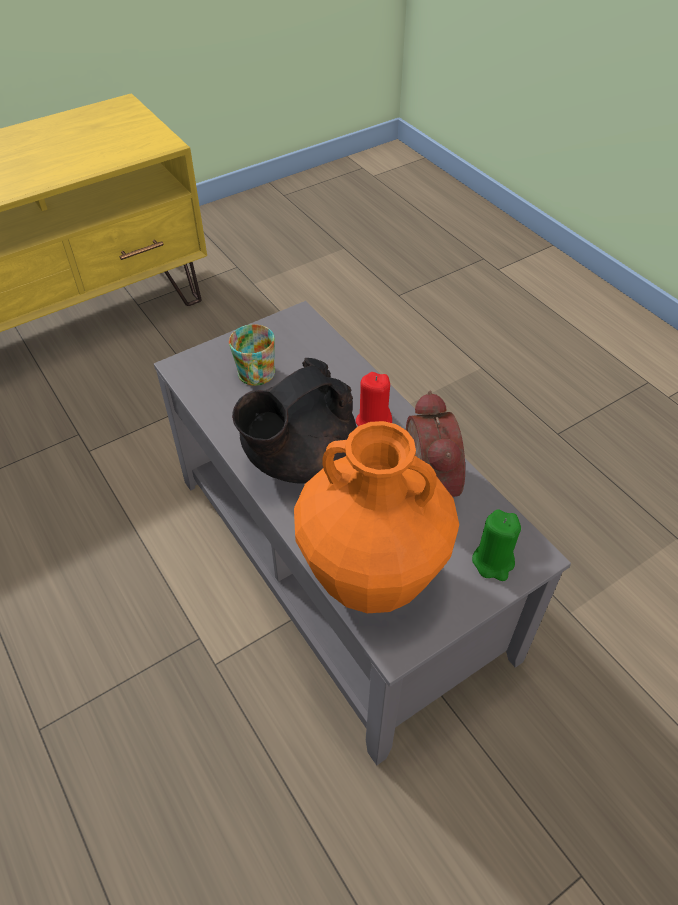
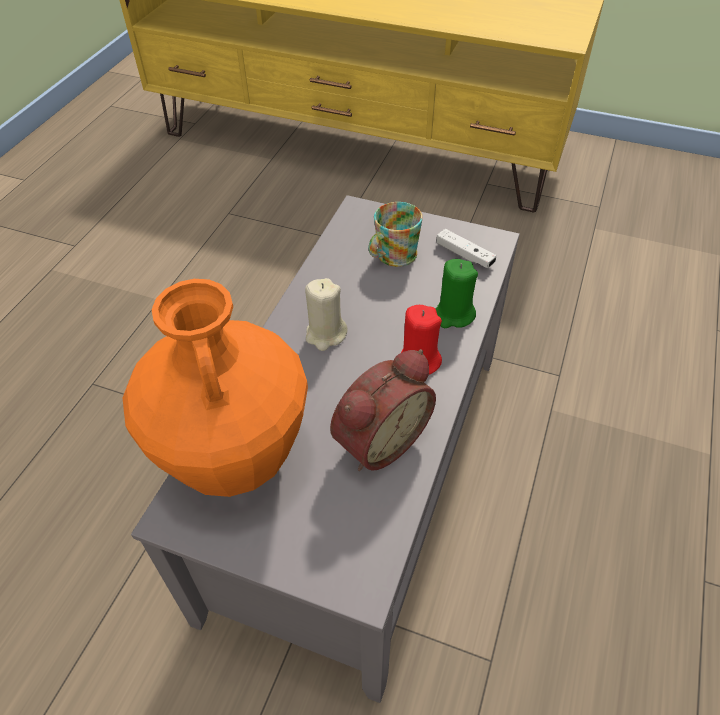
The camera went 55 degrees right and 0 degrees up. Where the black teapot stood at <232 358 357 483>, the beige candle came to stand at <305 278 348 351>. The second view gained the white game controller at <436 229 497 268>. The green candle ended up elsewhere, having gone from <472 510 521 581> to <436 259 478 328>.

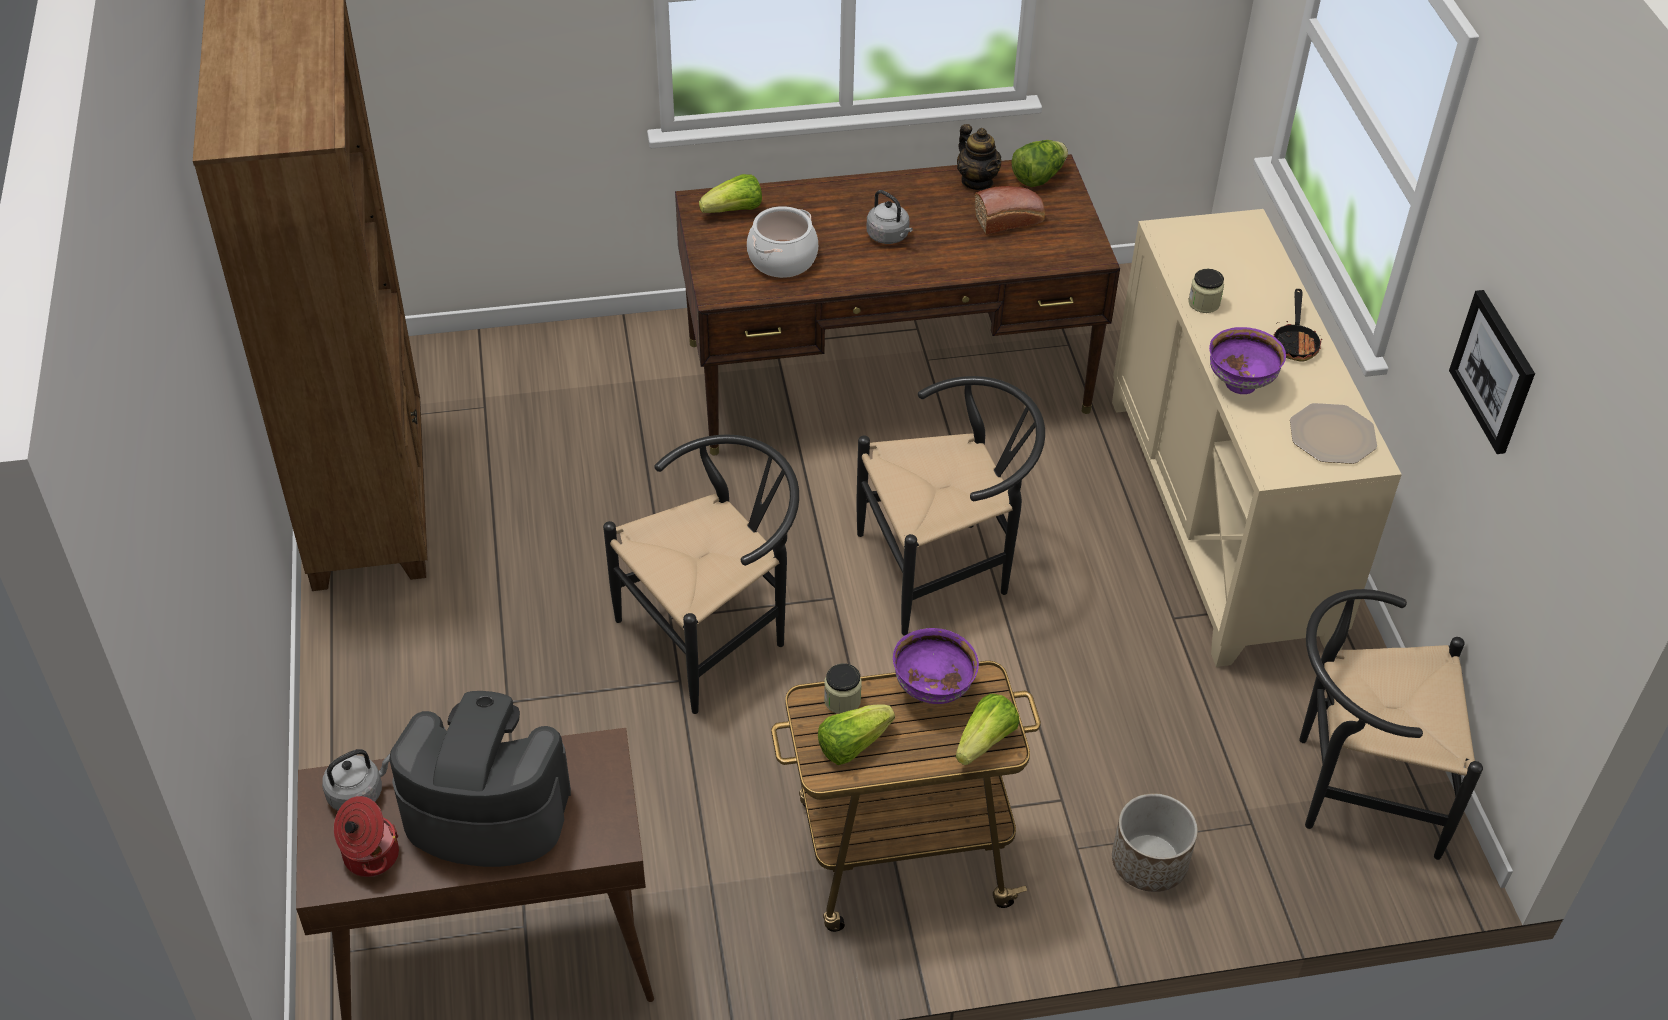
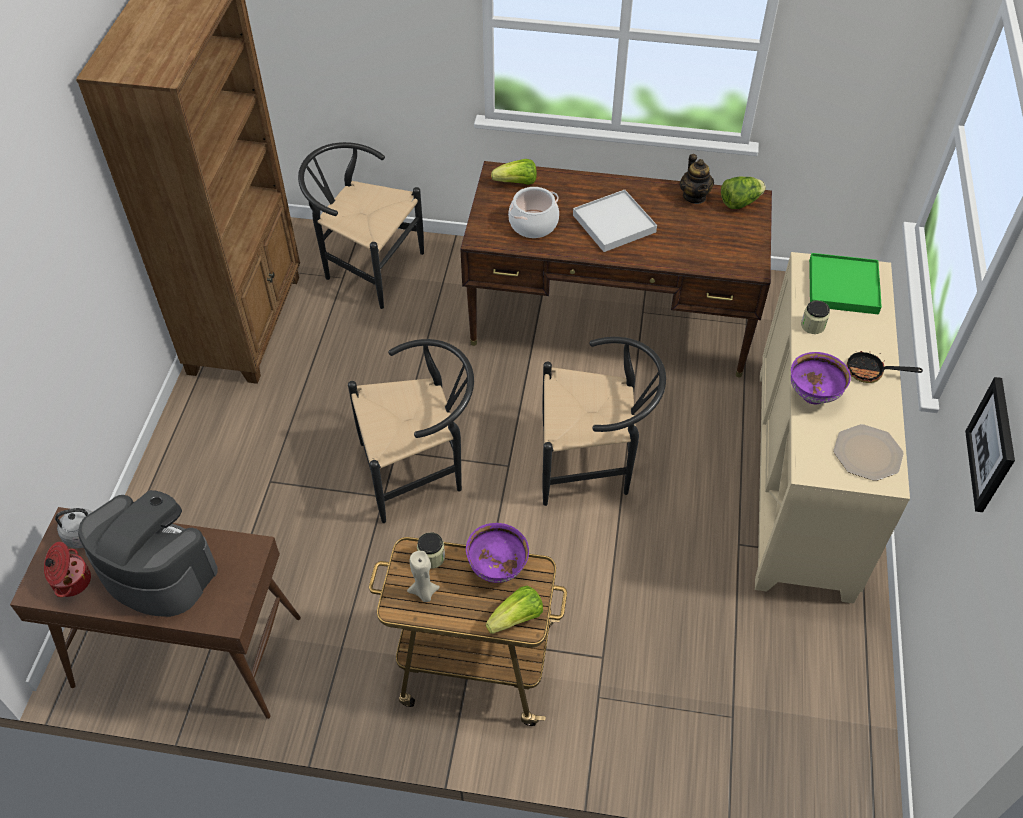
The camera went 20 degrees right and 5 degrees up. The black chair ended up elsewhere, having gone from <1299 589 1483 860> to <298 142 424 309>. Where the lettuce stood at <818 704 895 765>, the beige candle came to stand at <407 551 440 602>. Where the grey kettle stood at <866 190 913 244>, the white tray came to stand at <573 190 657 252>. The second view gained the green tray at <809 253 882 315>. The frying pan at <1273 289 1322 362> ended up facing another way, 75 degrees clockwise from before. The second view lost the bread at <975 186 1045 235>. The second view lost the planter at <1112 793 1198 892>.

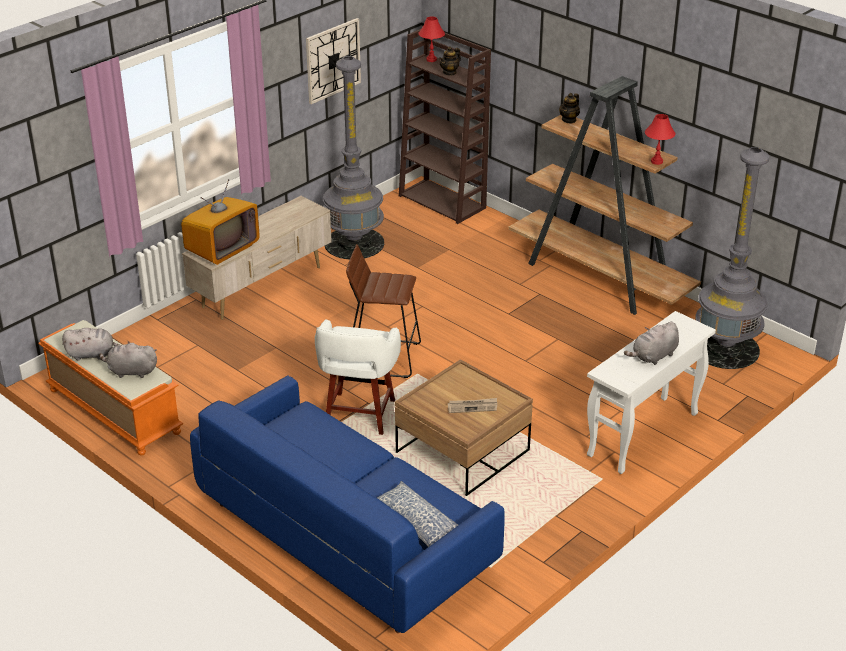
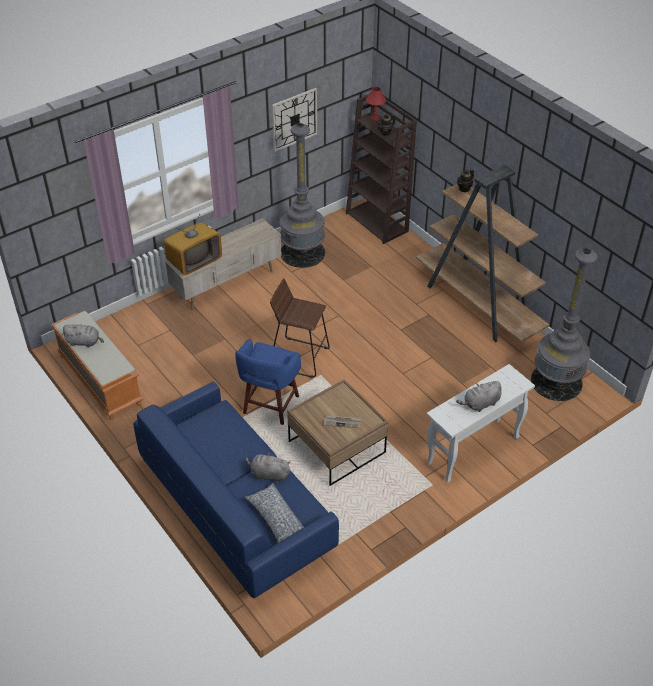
The camera went 10 degrees right and 10 degrees up. What was the white stool at <315 319 401 435> turned into the blue stool at <235 339 301 425>. The grey plush toy ended up elsewhere, having gone from <99 341 157 378> to <245 452 290 483>. The second view lost the red table lamp at <645 114 675 165>.

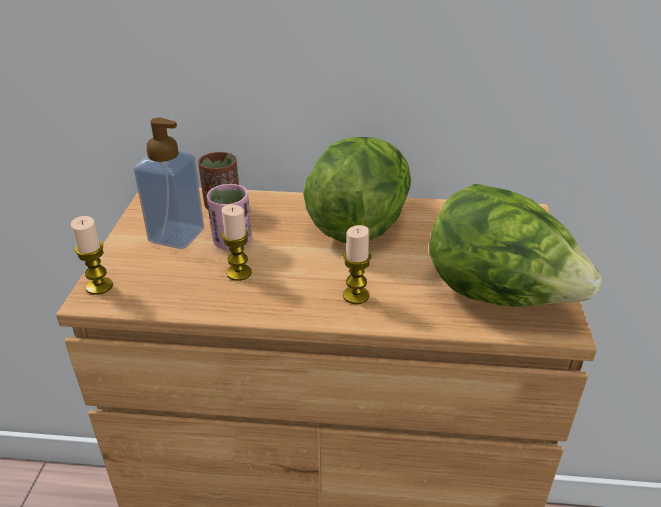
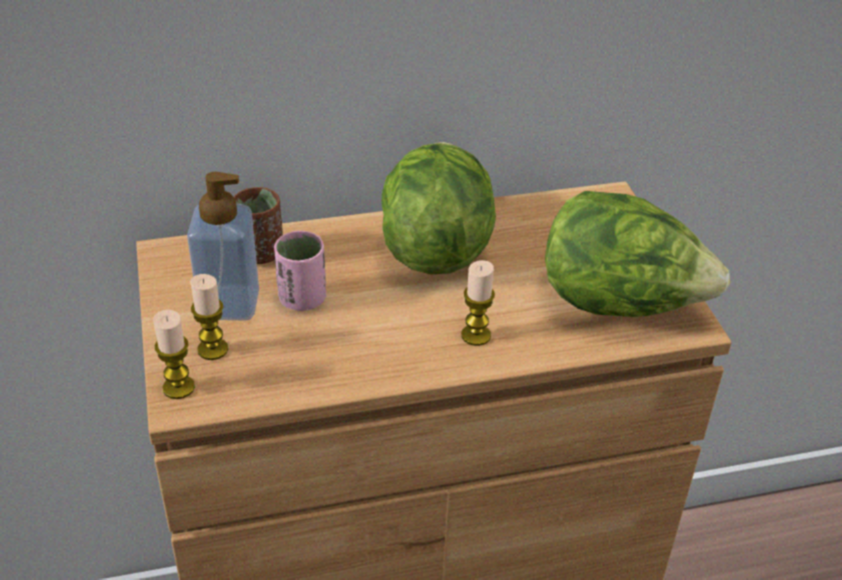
The camera went 20 degrees left and 5 degrees up. The candle ended up elsewhere, having gone from <222 204 252 281> to <190 274 228 360>.

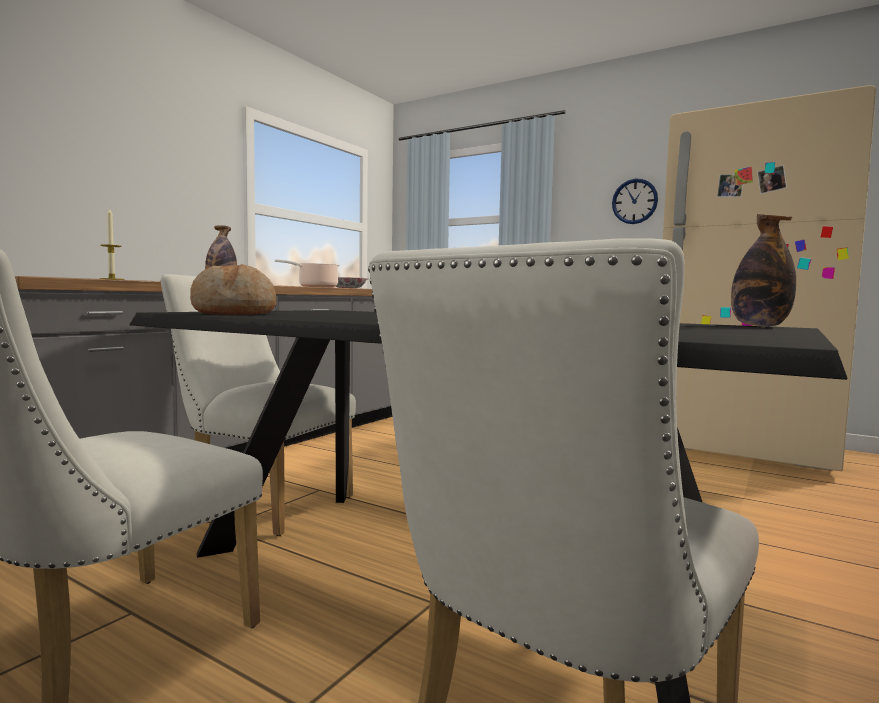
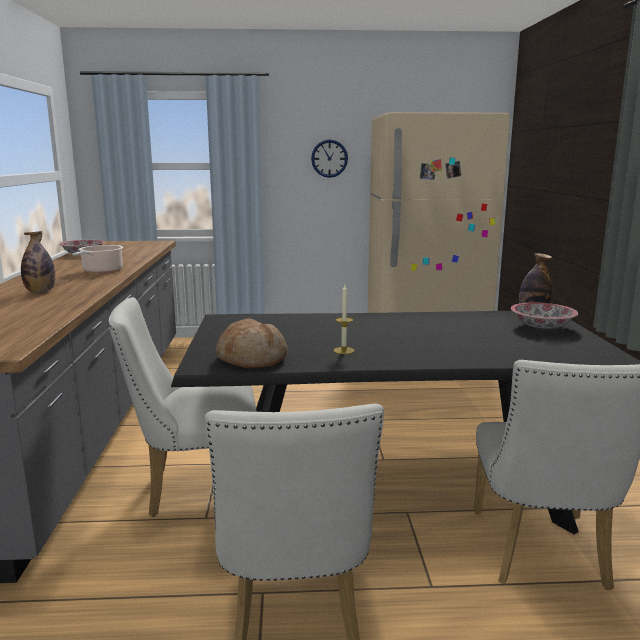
The camera went 35 degrees left and 10 degrees up. The candle ended up elsewhere, having gone from <99 207 125 280> to <333 285 355 354>. The second view gained the bowl at <511 302 578 329>.

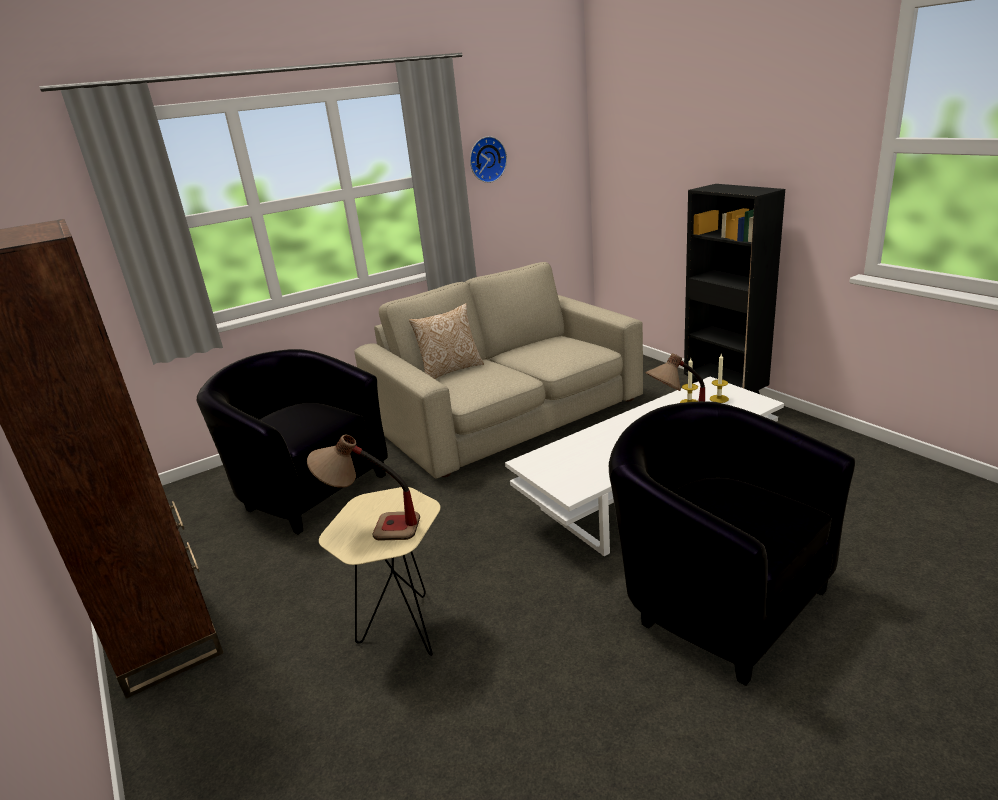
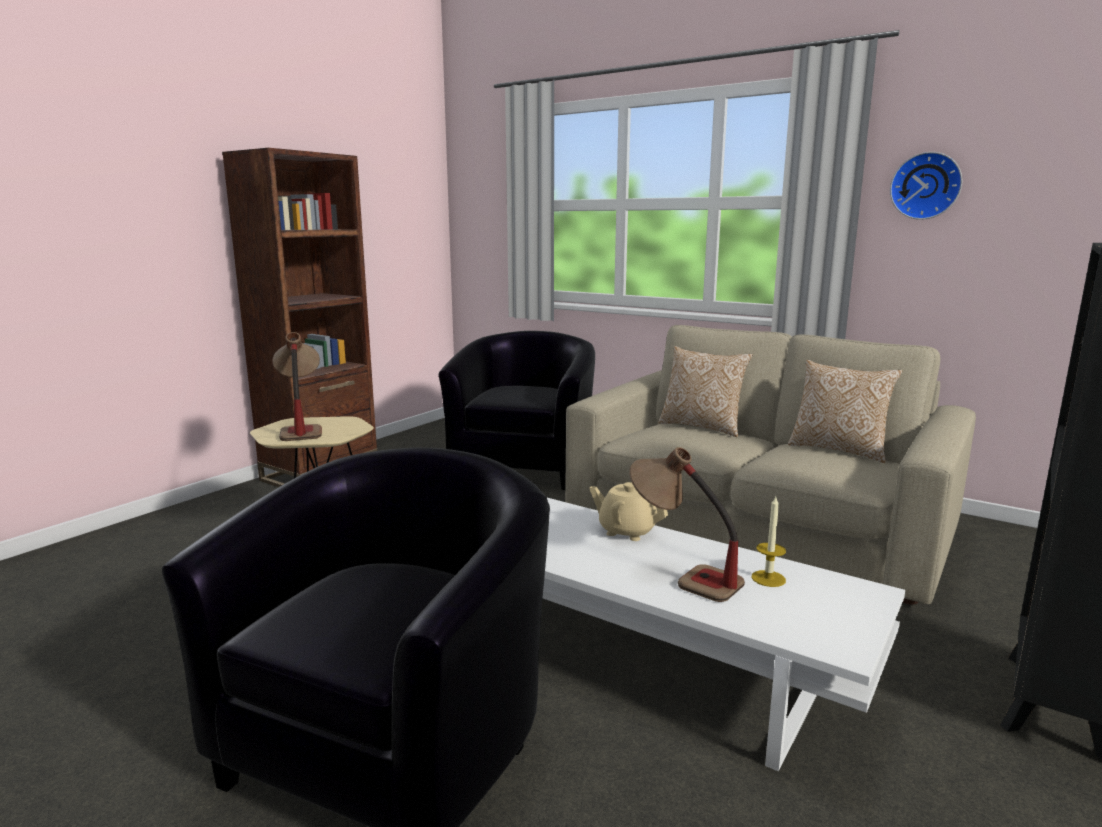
The camera went 65 degrees right and 10 degrees down. The second view gained the beige teapot at <589 482 668 541>. The second view gained the pillow at <788 360 902 463>. The second view lost the candle at <710 354 729 403>.

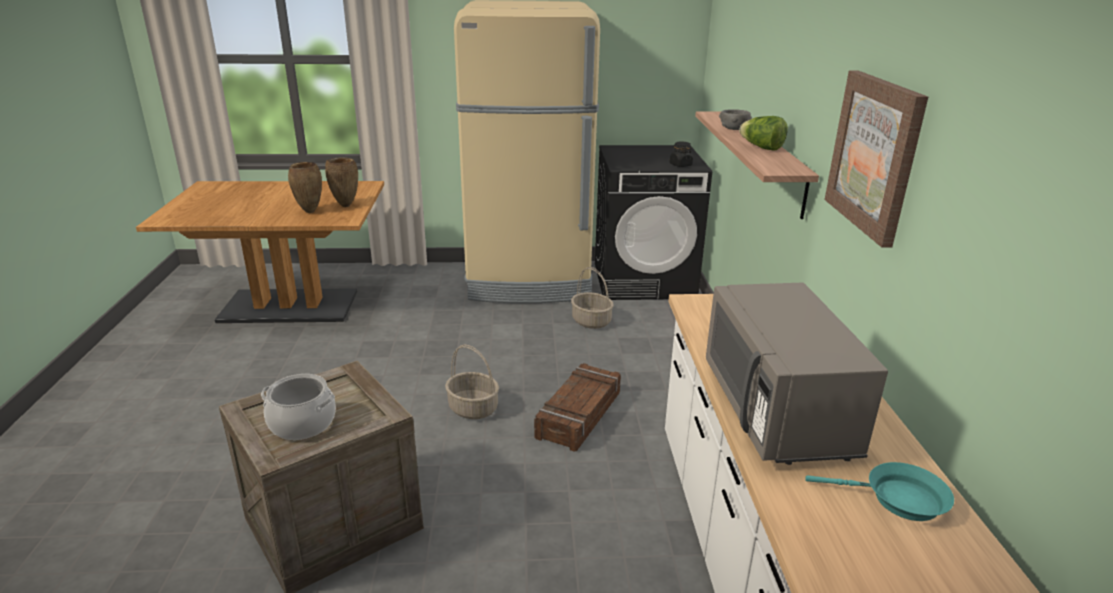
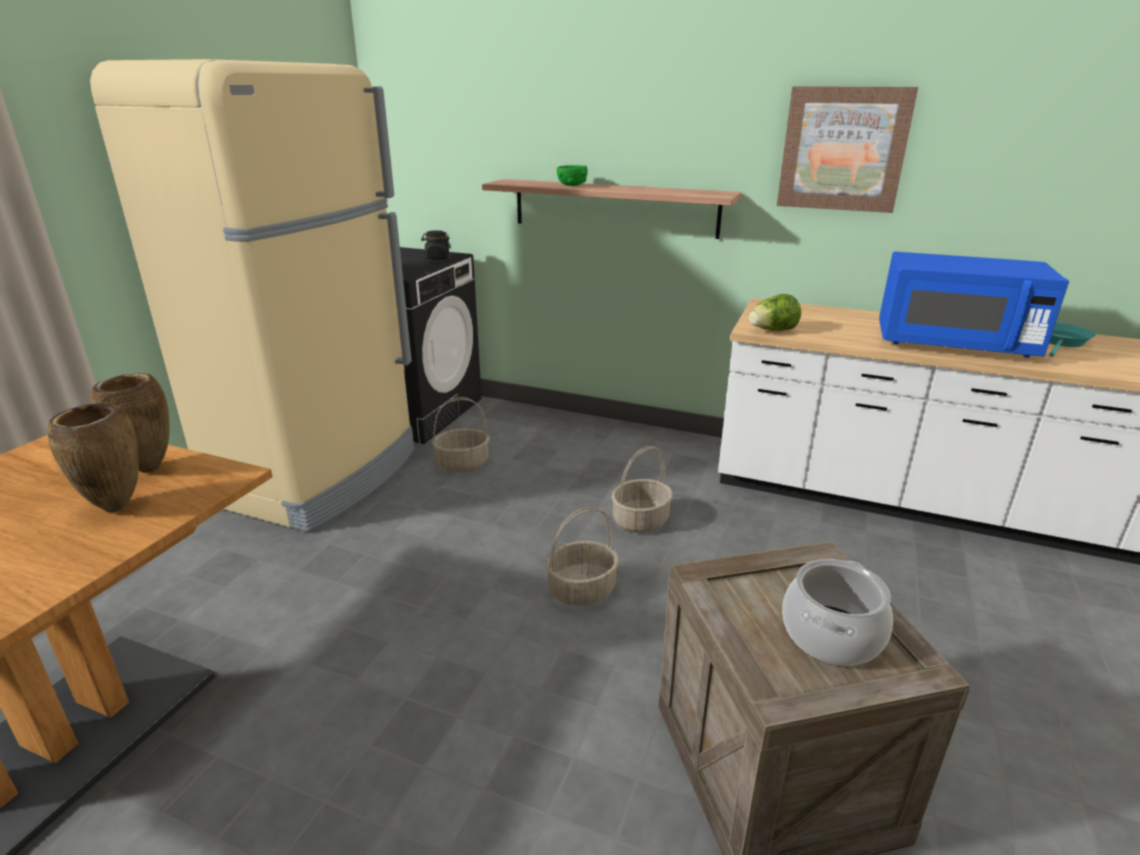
The camera went 65 degrees left and 0 degrees up. What was the grey bowl at <719 109 752 130> turned into the green bowl at <557 165 588 186>. Where the crate stood at <534 363 621 452>, the basket came to stand at <612 446 673 533>. The lettuce ended up elsewhere, having gone from <739 116 788 151> to <749 294 801 331>. What was the grey microwave at <706 283 888 465> turned into the blue microwave at <879 252 1069 358>.

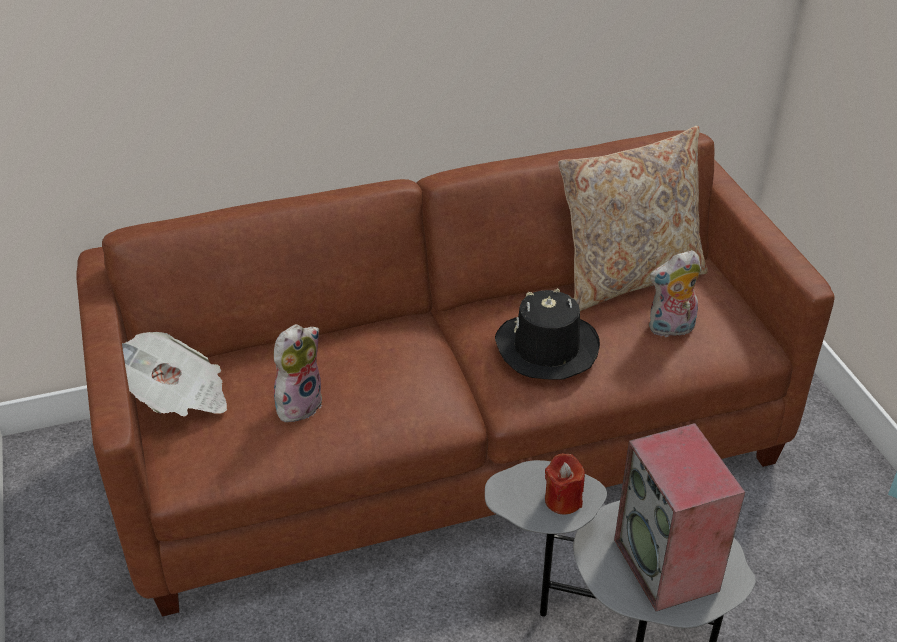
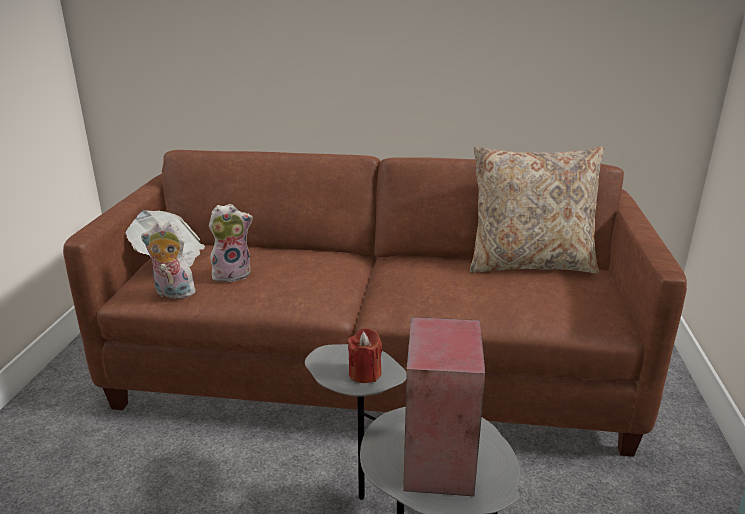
The camera went 25 degrees right and 15 degrees down. The plush toy ended up elsewhere, having gone from <649 250 701 338> to <141 221 196 301>. The second view lost the black hat at <495 288 600 379>.

